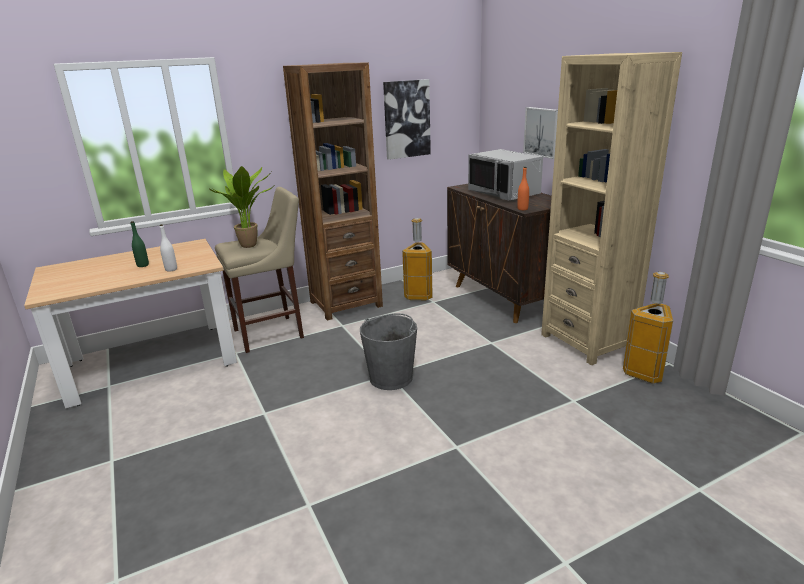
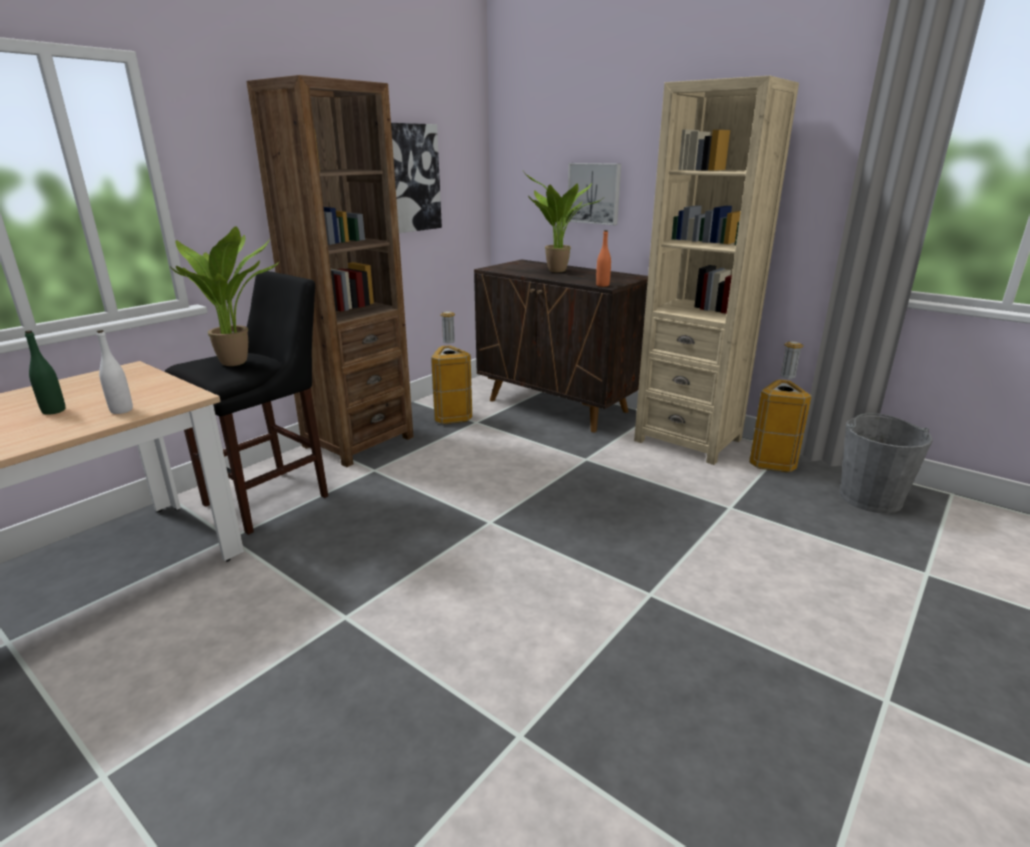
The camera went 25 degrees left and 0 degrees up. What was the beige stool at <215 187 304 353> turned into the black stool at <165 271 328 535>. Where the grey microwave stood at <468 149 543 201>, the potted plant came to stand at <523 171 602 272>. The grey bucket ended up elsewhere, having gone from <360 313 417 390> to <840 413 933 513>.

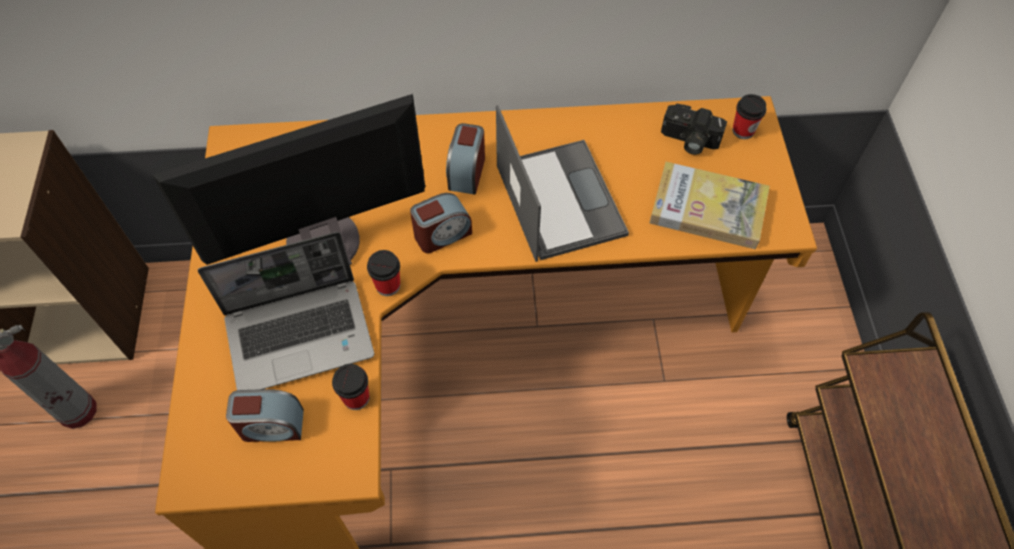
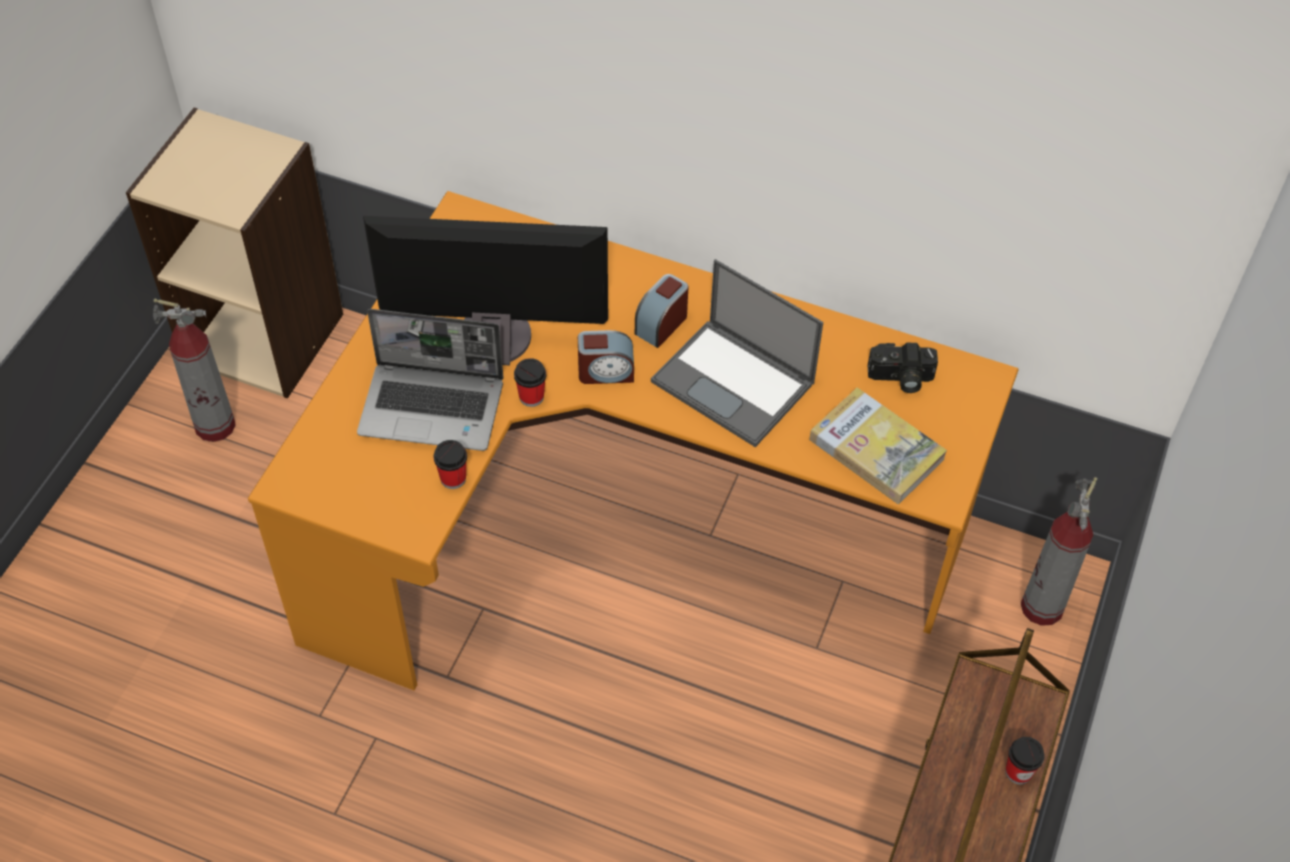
The camera went 25 degrees right and 5 degrees down. The laptop at <496 105 629 262> ended up facing another way, 120 degrees clockwise from before. The photo camera at <661 104 727 155> ended up facing another way, 45 degrees counterclockwise from before. The cup ended up elsewhere, having gone from <732 94 766 139> to <1006 737 1044 784>. The second view gained the fire extinguisher at <1021 477 1097 626>. The second view lost the alarm clock at <226 389 304 442>.

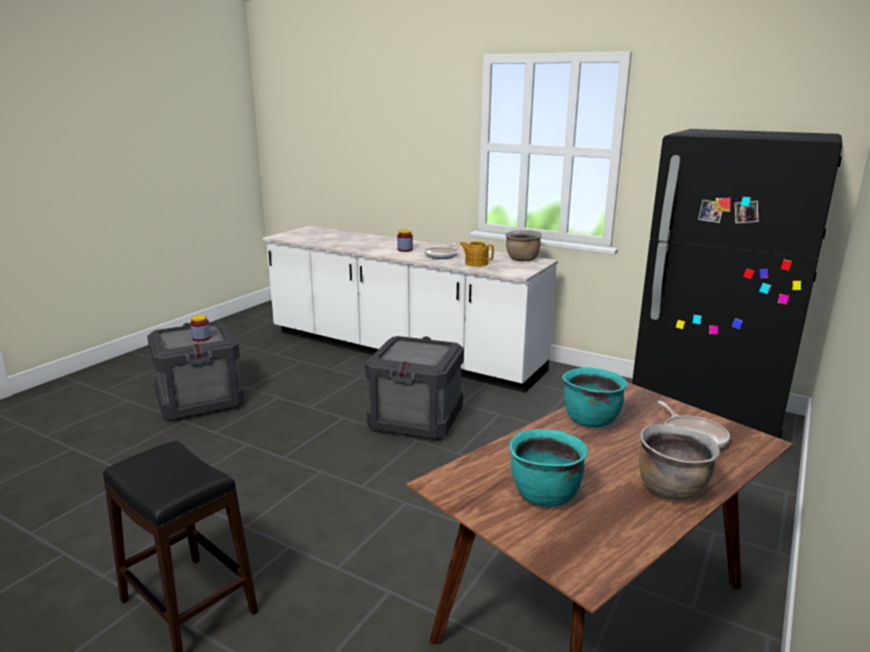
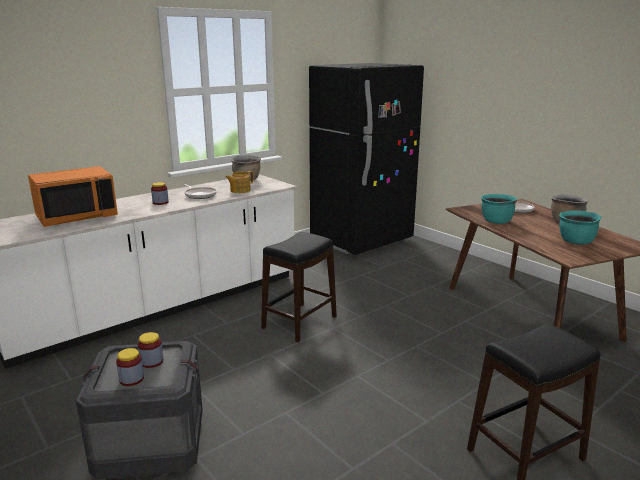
The camera went 70 degrees left and 0 degrees up. The second view gained the orange microwave at <28 166 118 227>. The second view gained the jar at <116 348 144 386>. Where the crate stood at <365 336 464 440>, the black stool came to stand at <261 232 337 343>.

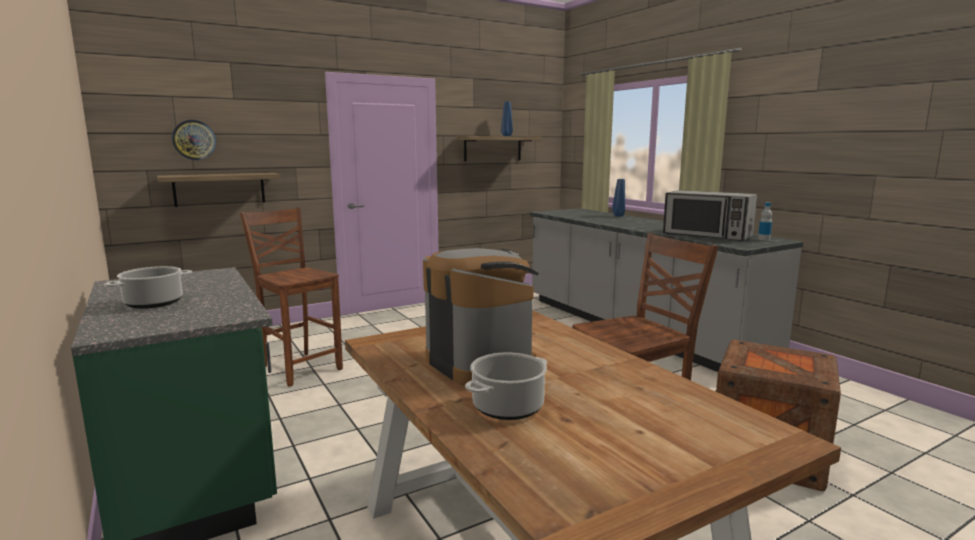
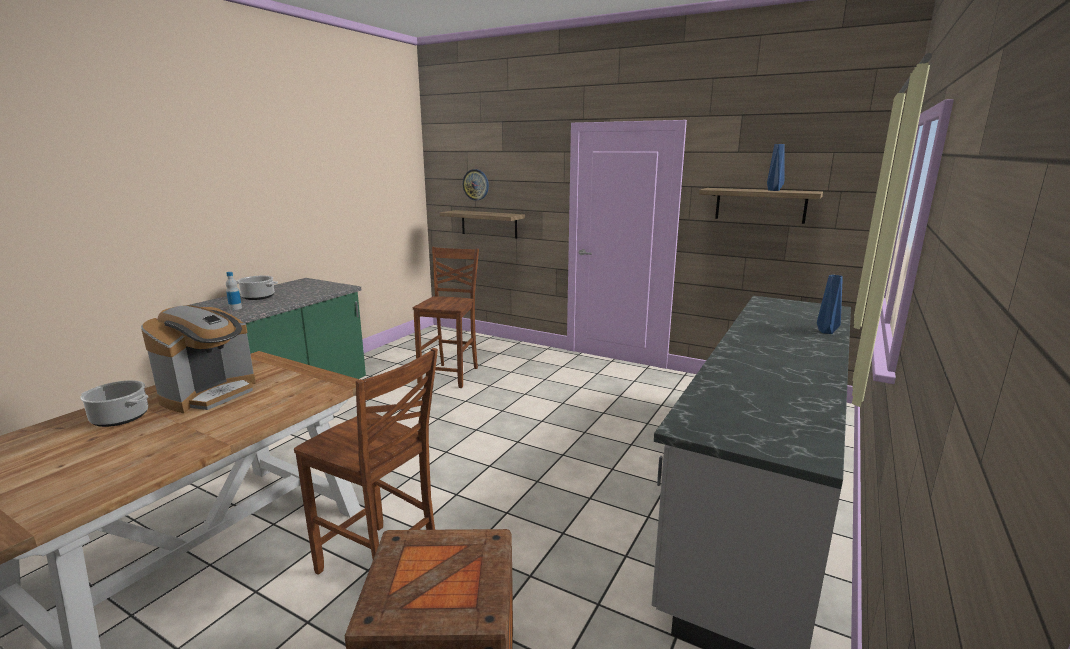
The camera went 60 degrees right and 5 degrees up. The bottle ended up elsewhere, having gone from <758 203 772 241> to <226 272 242 310>. The second view lost the microwave at <663 190 757 241>.

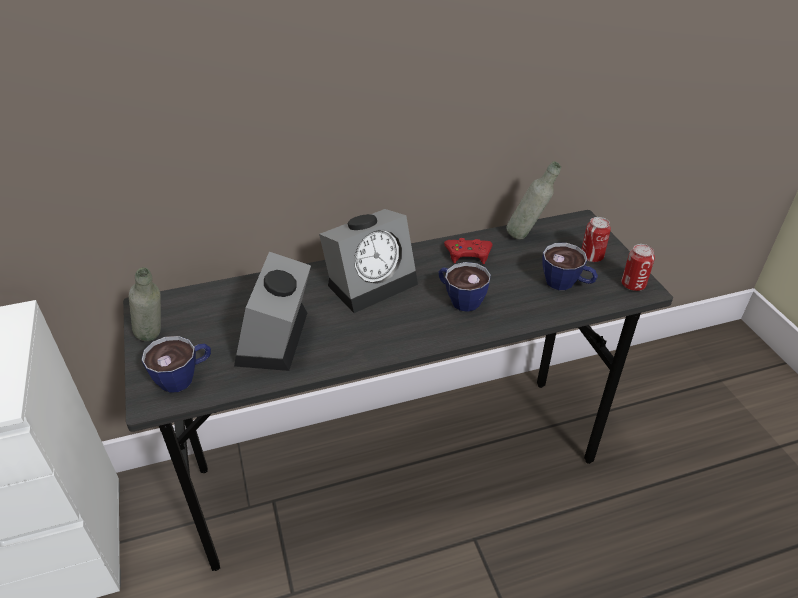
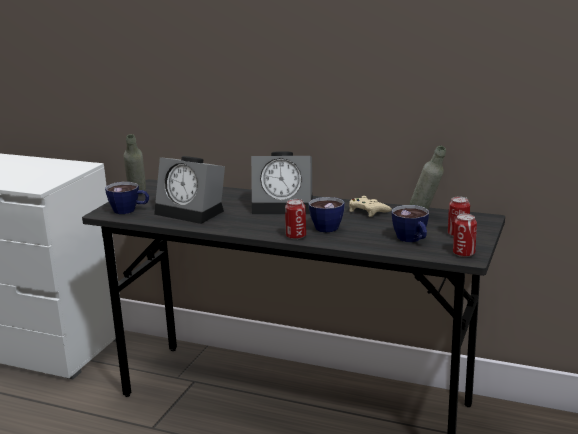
The camera went 40 degrees right and 20 degrees down. The alarm clock at <234 252 311 371> ended up facing another way, 105 degrees counterclockwise from before. The second view gained the can at <285 199 306 239>. What was the red game controller at <444 238 493 264> turned into the beige game controller at <349 196 392 217>.

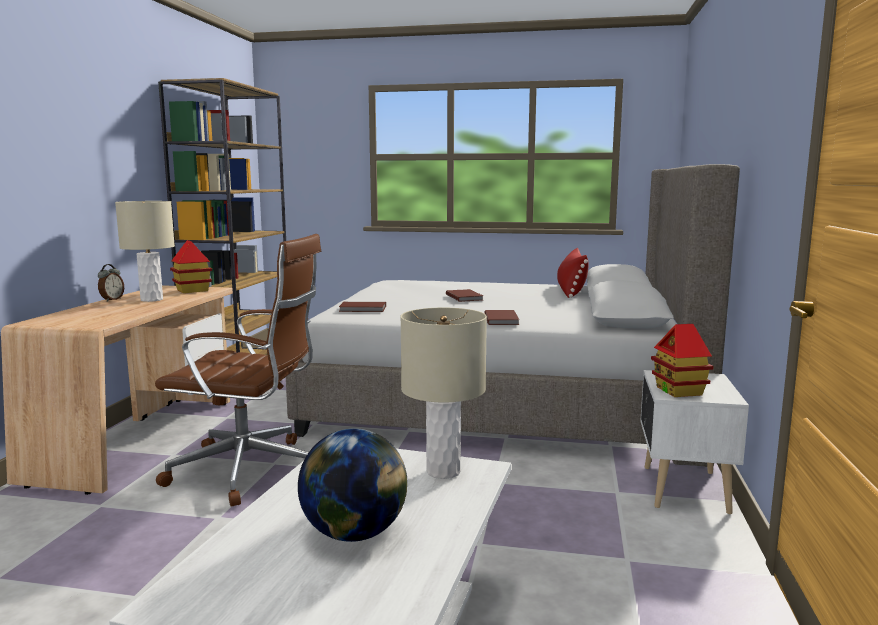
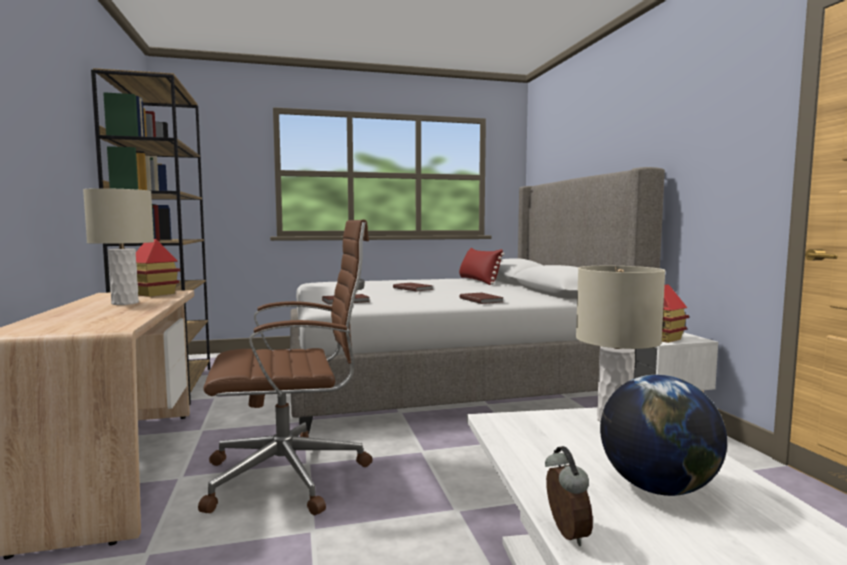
The camera went 25 degrees left and 5 degrees down. The alarm clock ended up elsewhere, having gone from <98 264 124 302> to <545 446 593 546>.

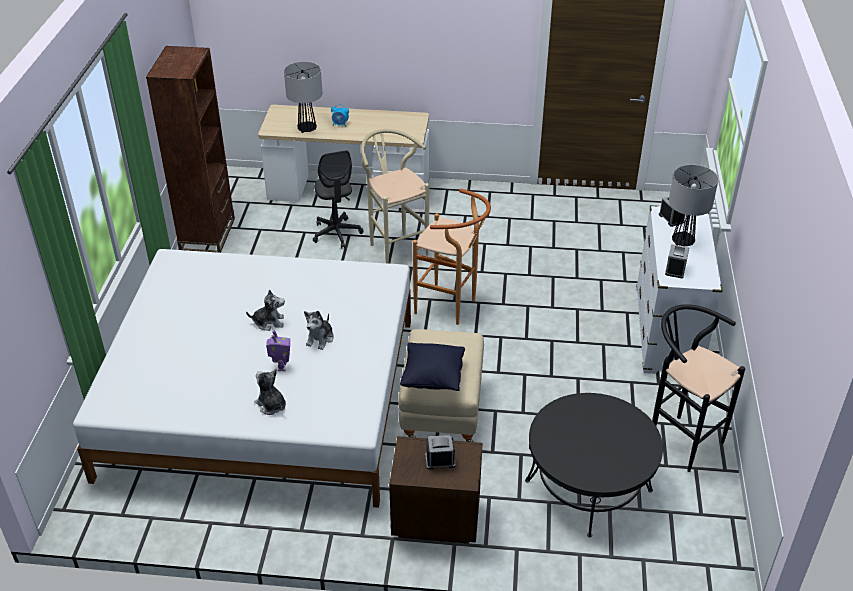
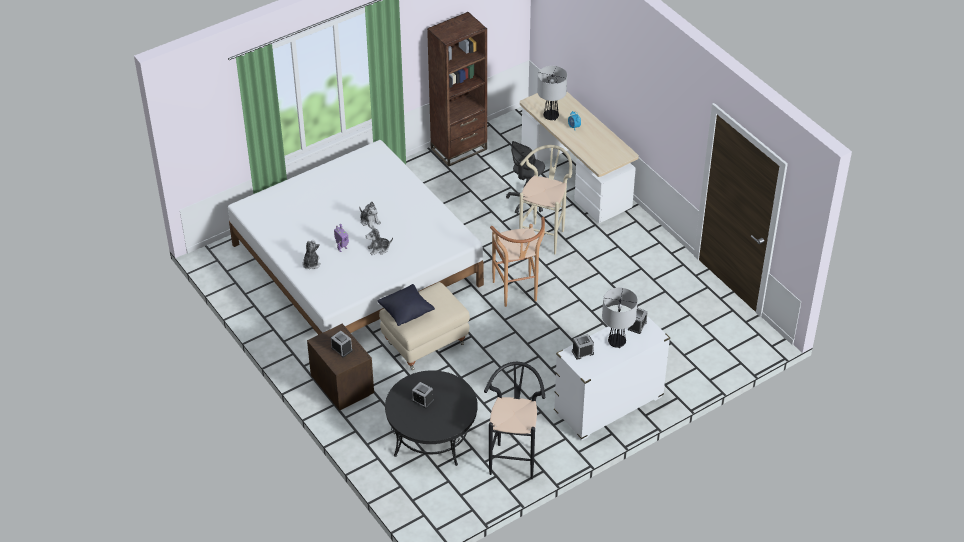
The camera went 50 degrees right and 5 degrees up. The second view gained the alarm clock at <412 382 434 409>.

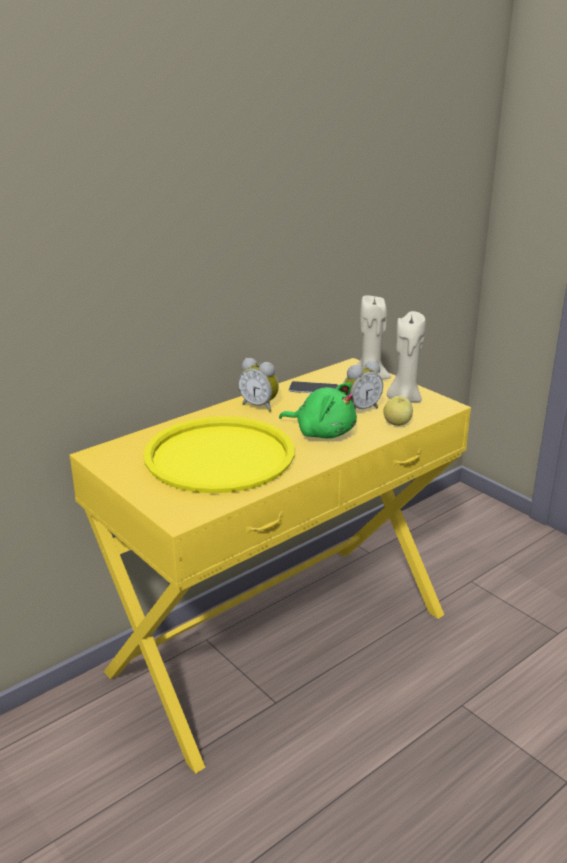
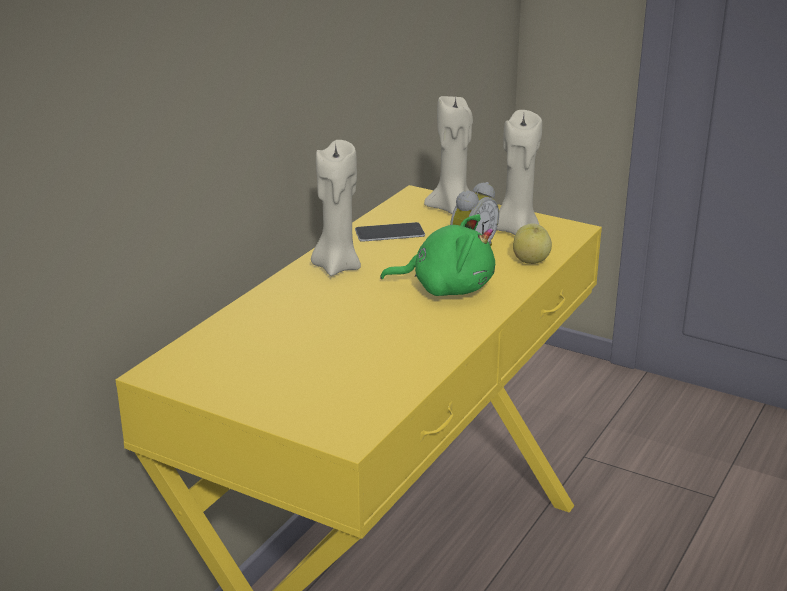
The camera went 20 degrees left and 0 degrees up. Where the alarm clock stood at <238 358 279 412>, the beige candle came to stand at <311 140 361 276>. The second view lost the yellow tray at <143 416 294 493>.

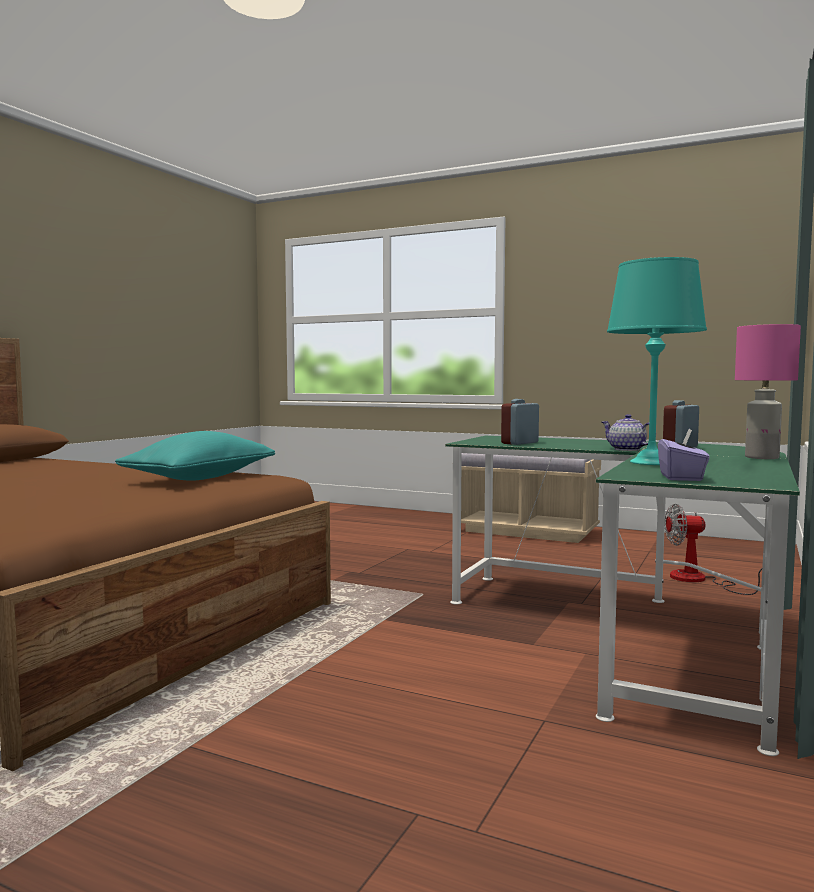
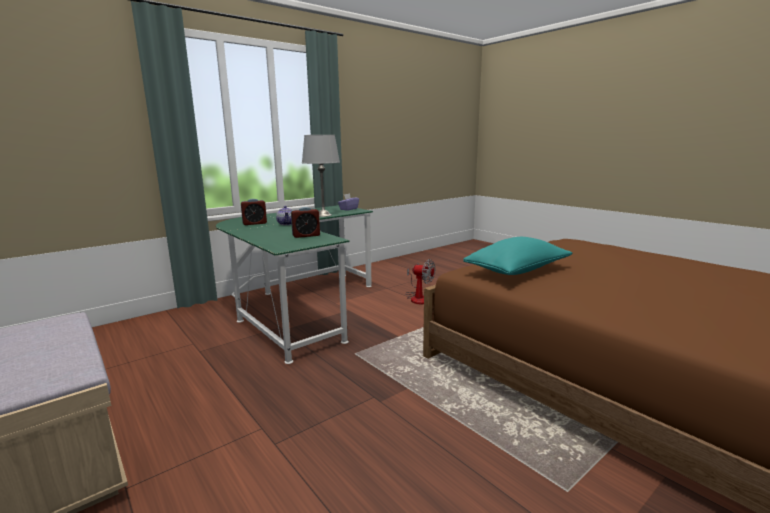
The camera went 155 degrees left and 10 degrees up. What was the turquoise table lamp at <607 257 707 465> turned into the grey table lamp at <302 135 340 217>. The fan ended up elsewhere, having gone from <665 504 762 595> to <405 259 435 304>. The second view lost the pink table lamp at <735 324 801 459>.

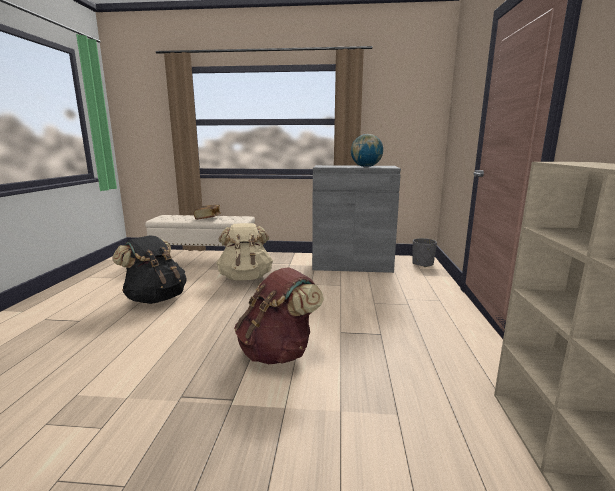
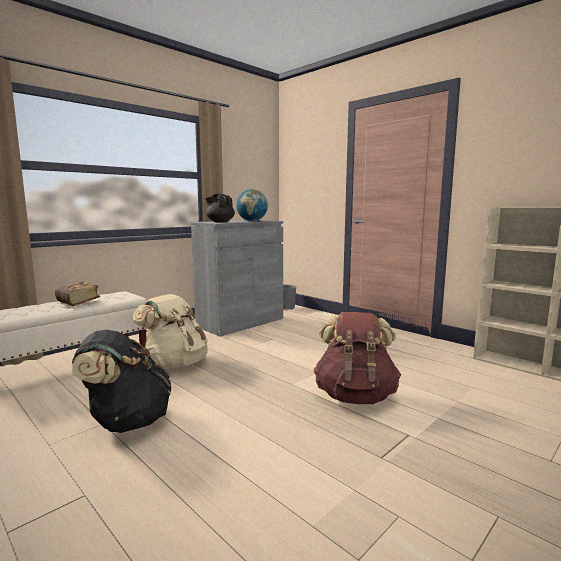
The camera went 50 degrees left and 5 degrees down. The second view gained the black teapot at <205 194 235 223>.

